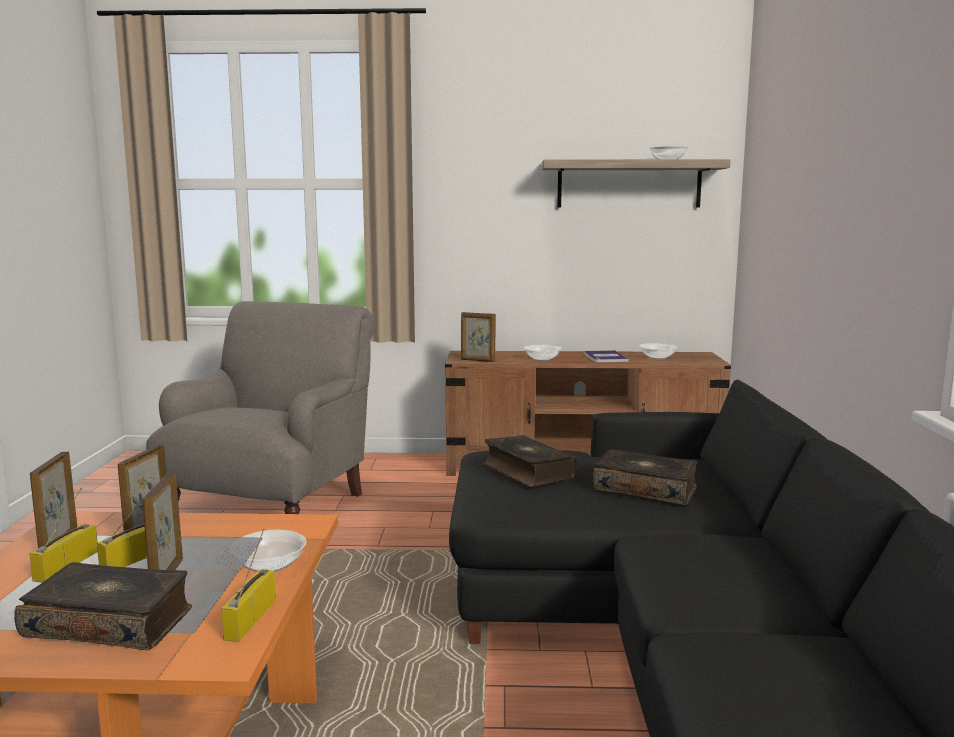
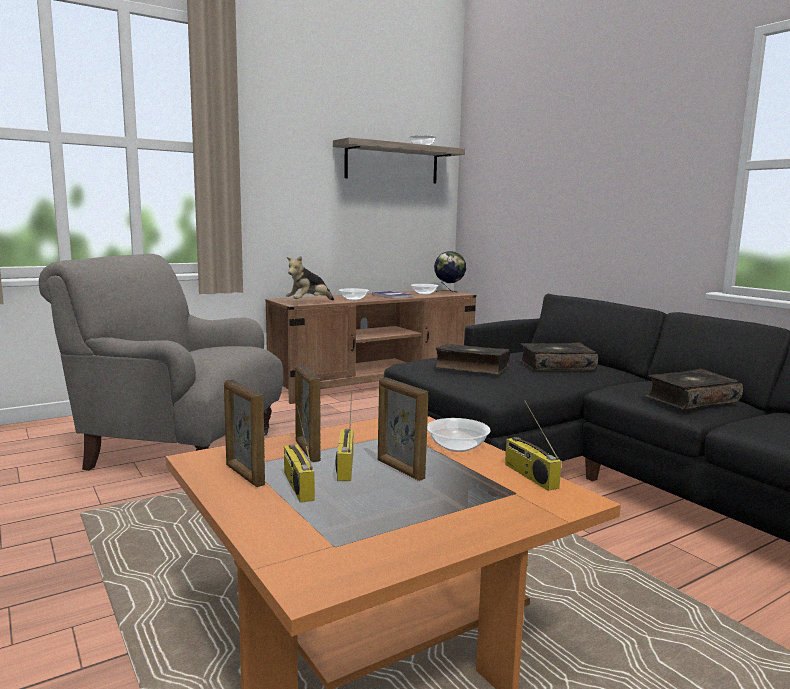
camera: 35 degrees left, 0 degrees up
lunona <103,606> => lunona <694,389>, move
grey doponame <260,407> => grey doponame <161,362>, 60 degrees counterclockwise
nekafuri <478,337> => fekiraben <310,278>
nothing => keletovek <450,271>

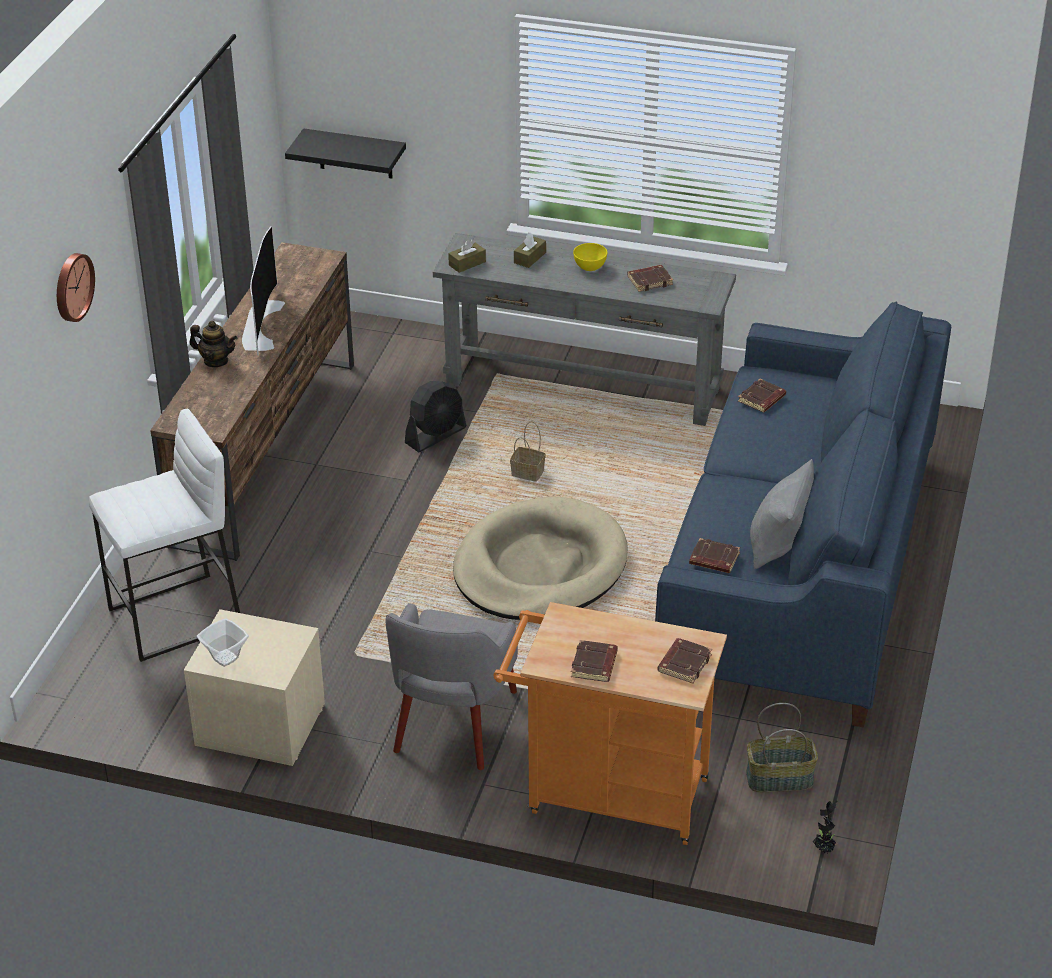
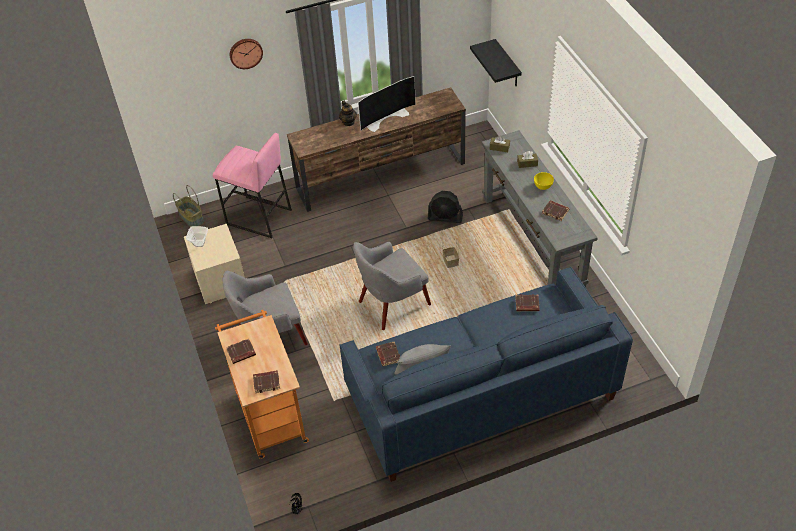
camera: 55 degrees right, 10 degrees up
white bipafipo <164,535> => pink bipafipo <252,185>
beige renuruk <540,558> => grey doponame <392,286>
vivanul <782,747> => vivanul <188,206>, move

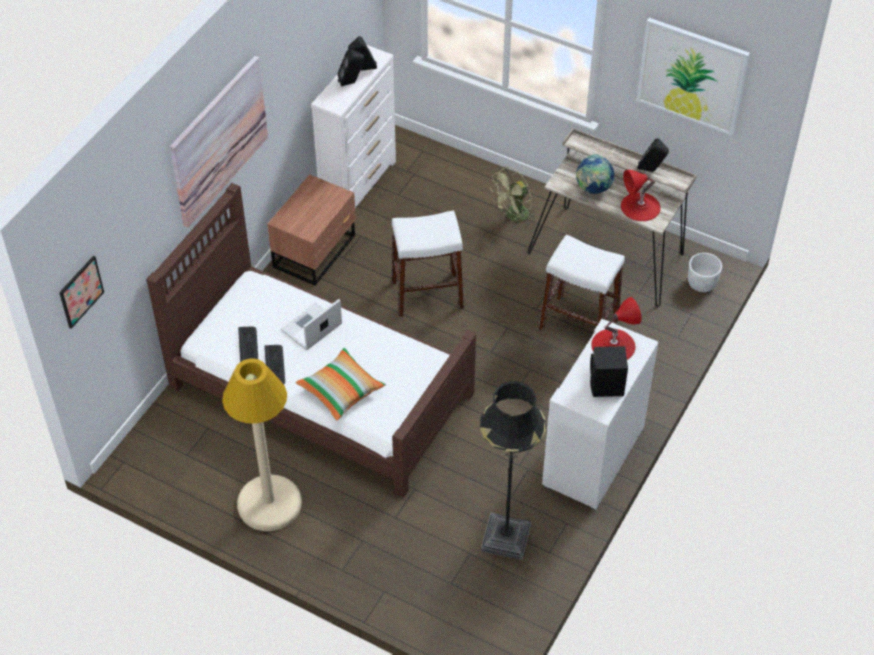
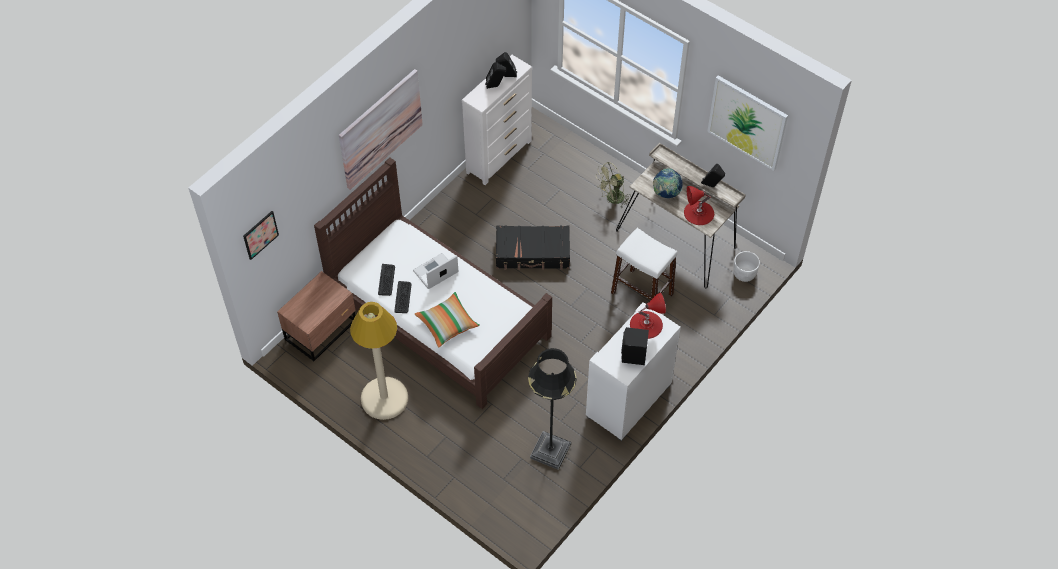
camera: 10 degrees right, 5 degrees up
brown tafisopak <311,230> => brown tafisopak <316,316>, move
white bipafipo <427,263> => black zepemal <533,247>

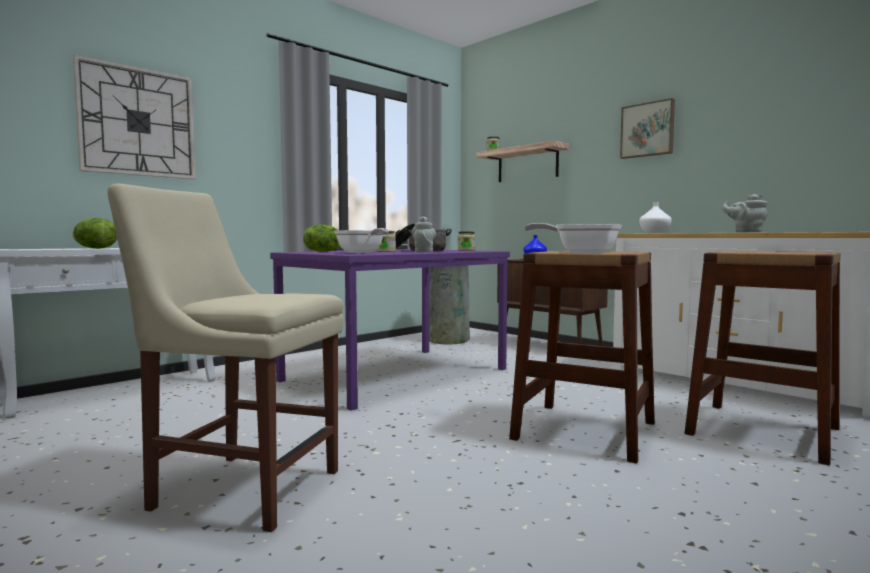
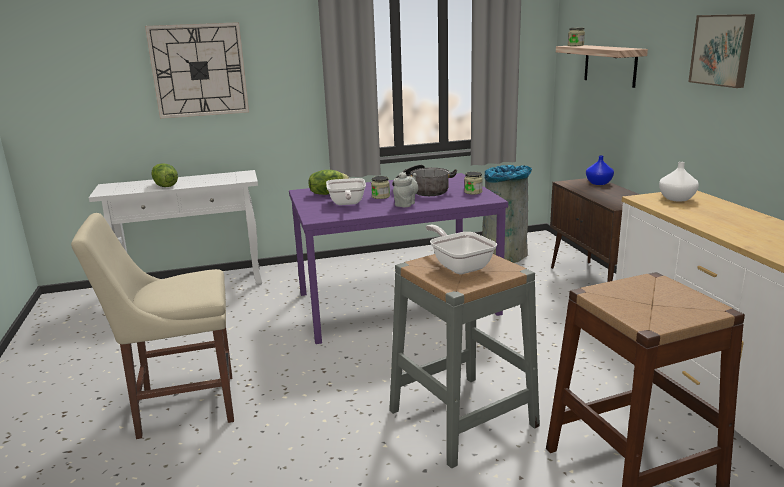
camera: 30 degrees right, 15 degrees up
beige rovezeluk <225,358> => beige rovezeluk <152,326>, 60 degrees counterclockwise
brown bipafipo <582,357> => grey bipafipo <464,361>
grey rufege <745,213> => nothing

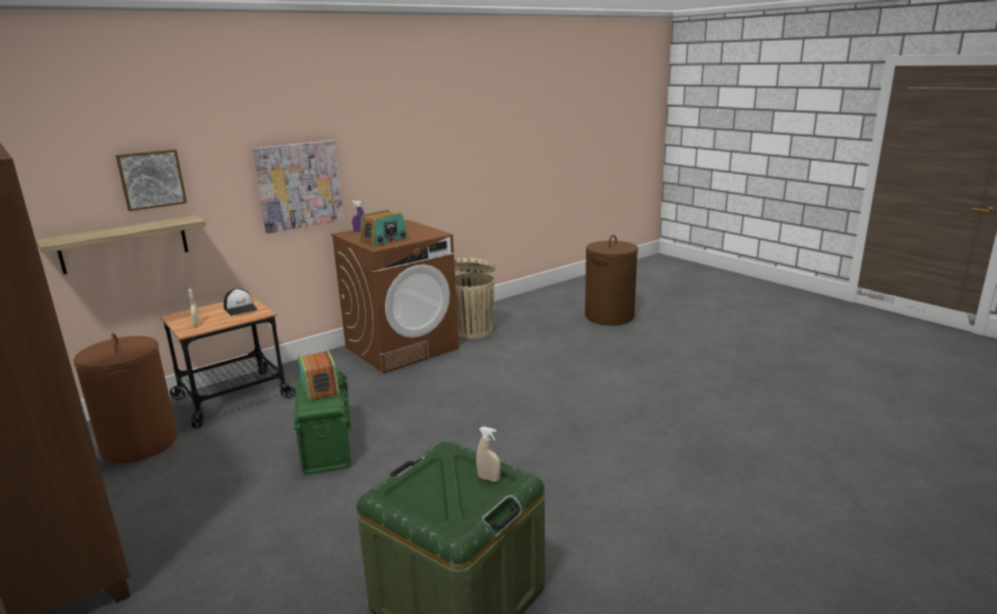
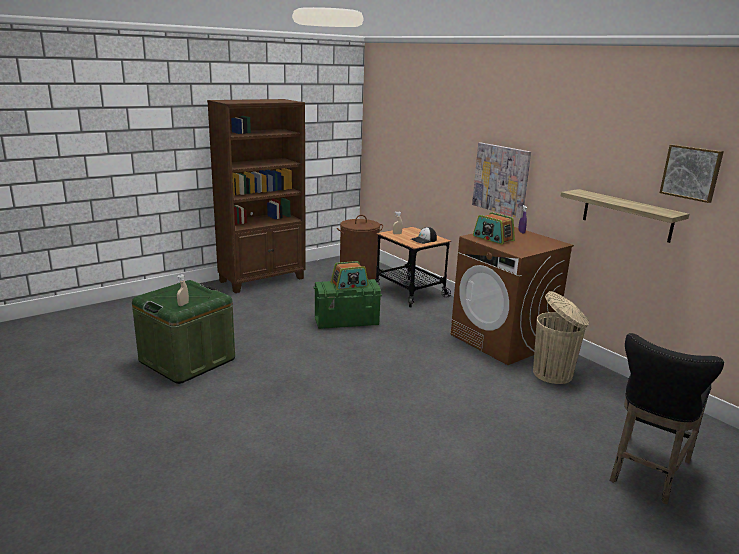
camera: 90 degrees right, 0 degrees up
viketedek <121,244> => viketedek <625,216>, move
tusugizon <151,180> => tusugizon <692,173>, move
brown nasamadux <611,280> => black bipafipo <667,418>

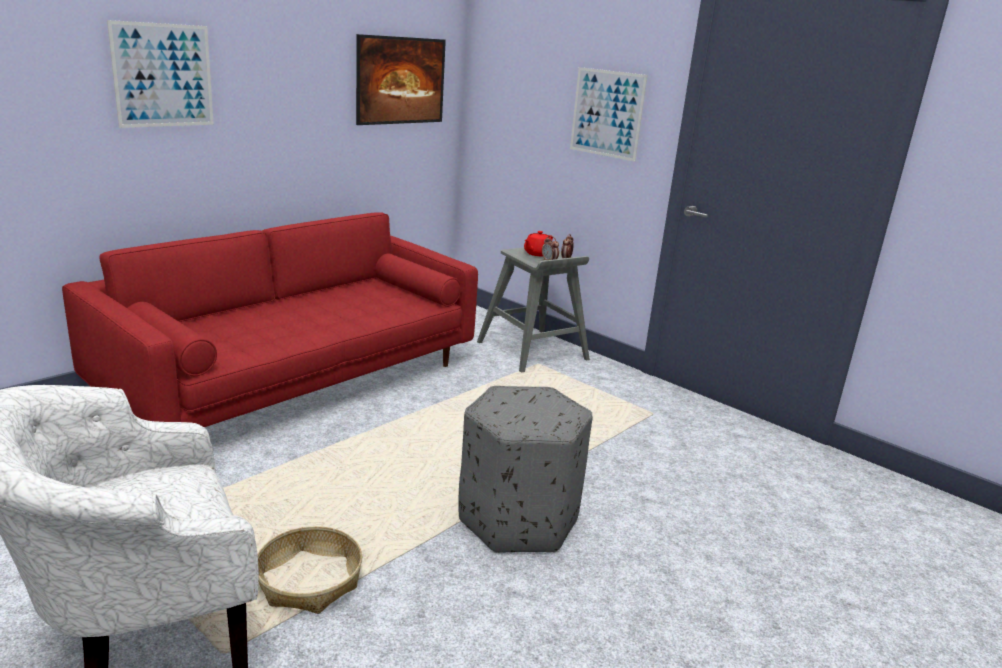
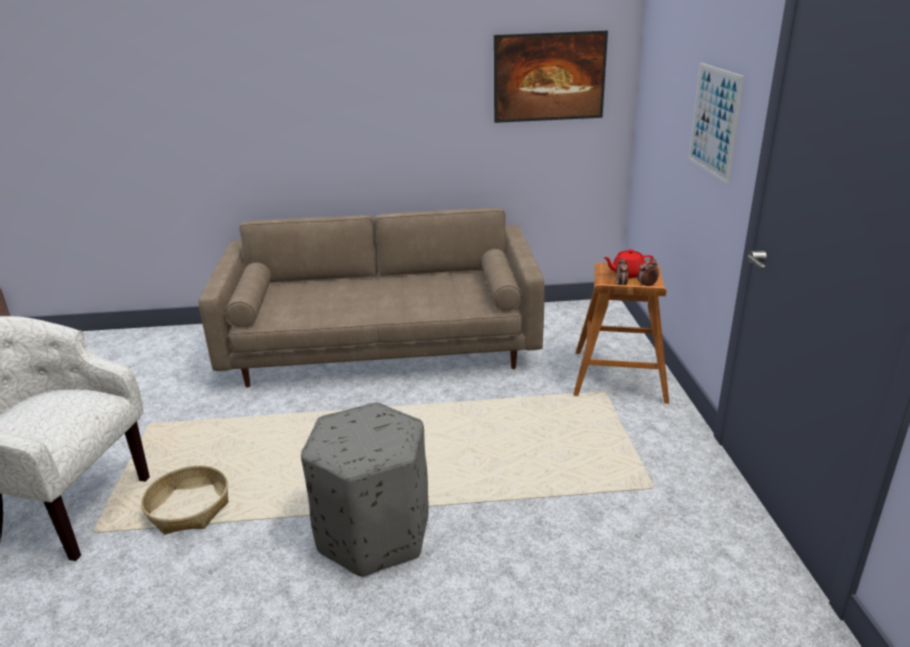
camera: 45 degrees right, 5 degrees up
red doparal <270,319> => beige doparal <371,297>
tusugizon <160,74> => nothing
grey bipafipo <533,310> => brown bipafipo <621,333>

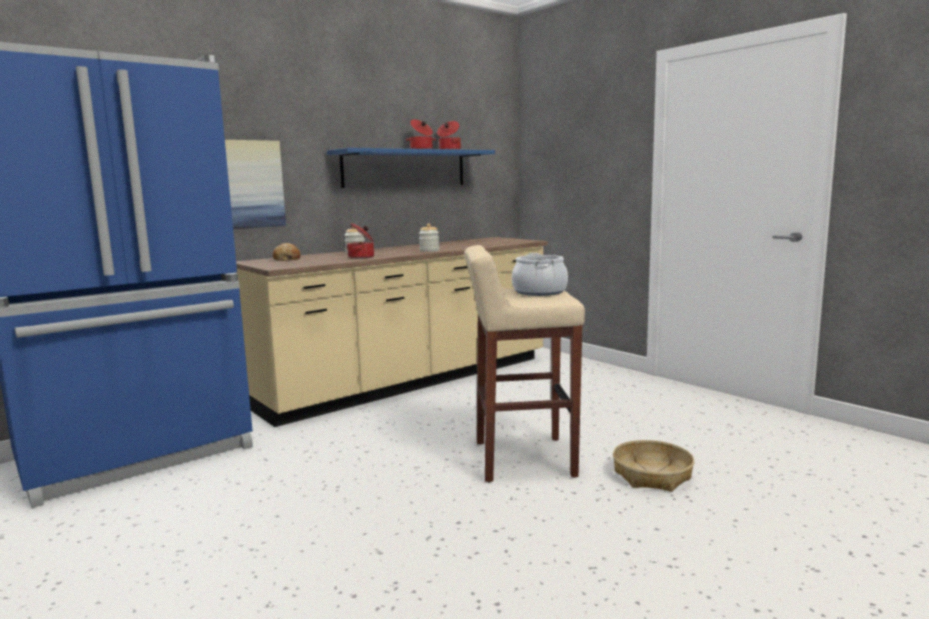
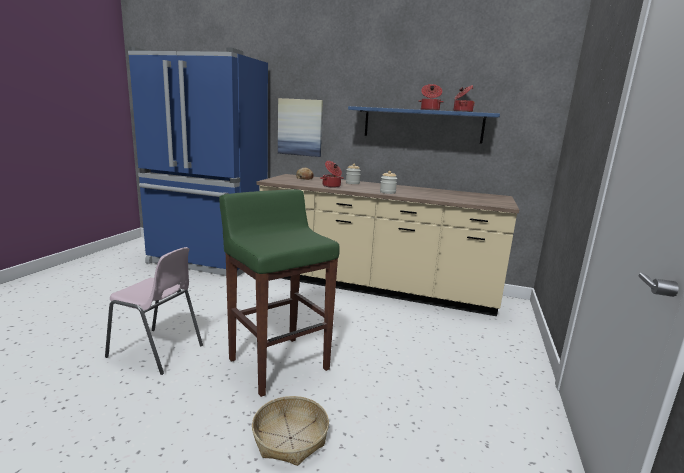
camera: 55 degrees right, 5 degrees up
beige bipafipo <524,363> => green bipafipo <279,293>
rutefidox <540,274> => nothing
nothing => pink rovezeluk <154,311>

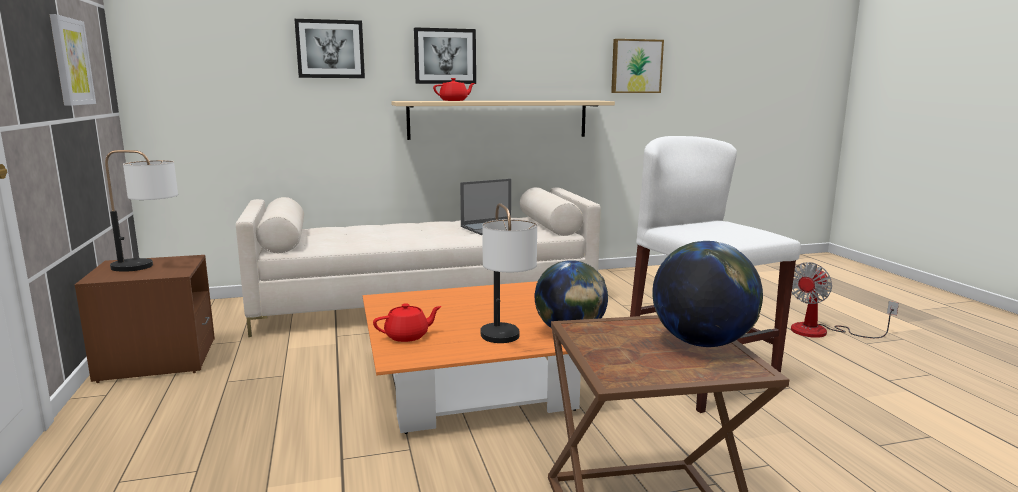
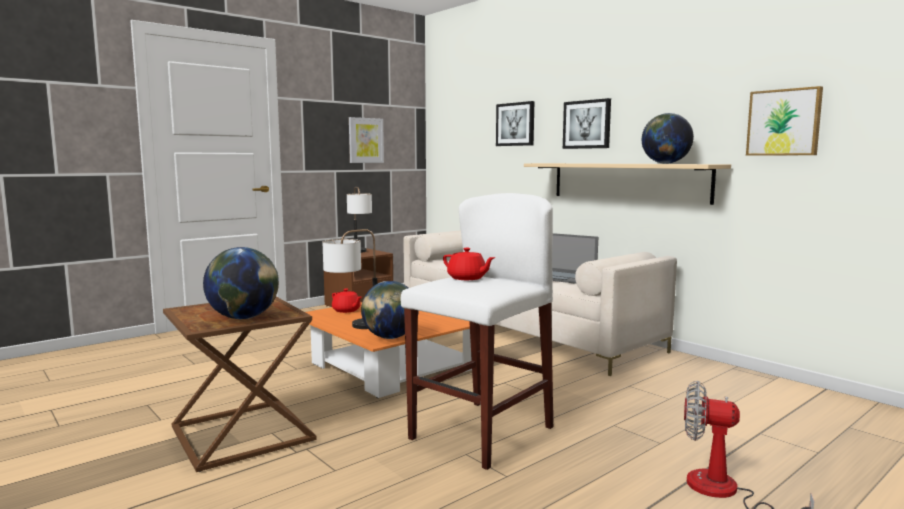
camera: 65 degrees right, 5 degrees down
red rufege <454,89> => red rufege <469,264>, move
nothing => keletovek <668,138>

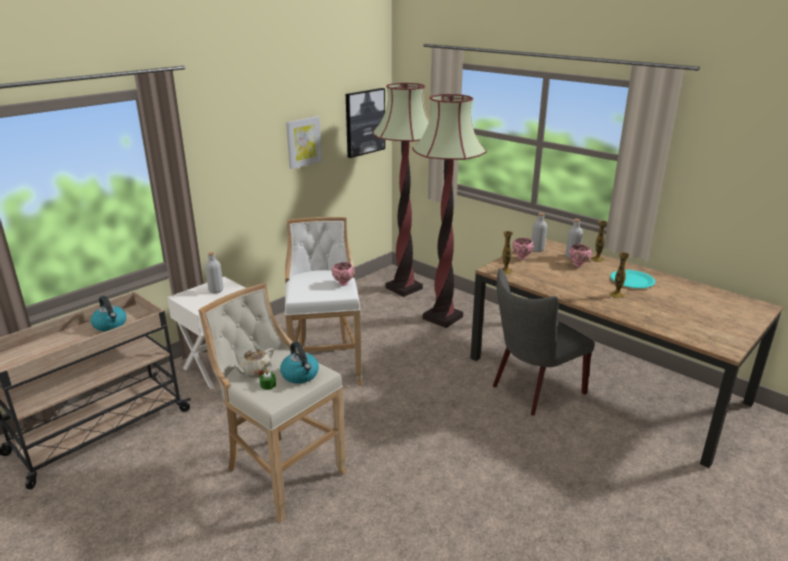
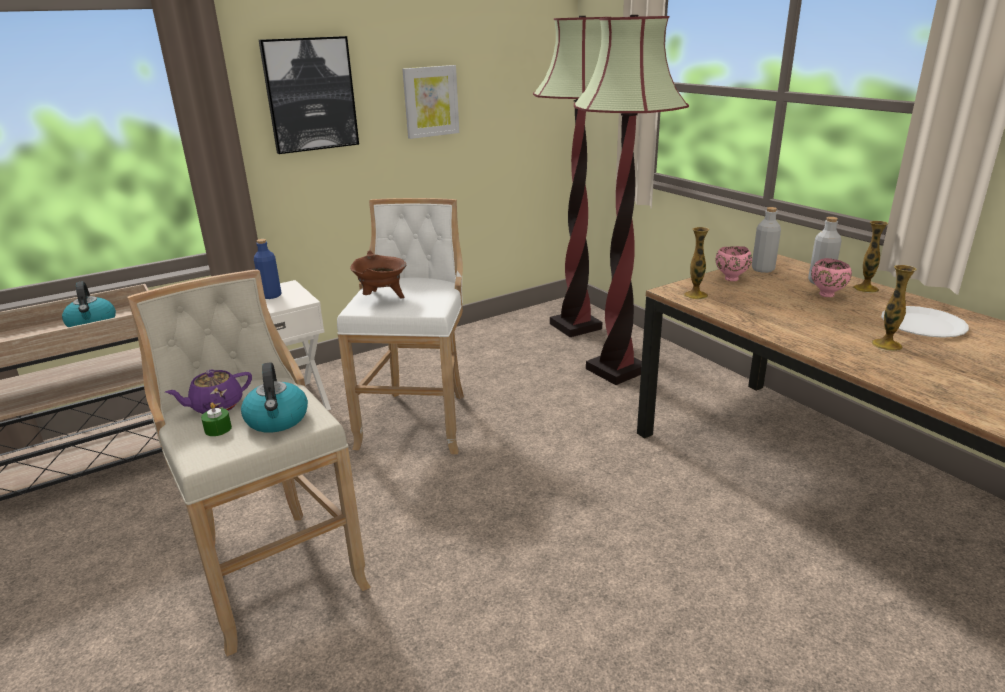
camera: 15 degrees right, 0 degrees up
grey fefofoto <214,272> => blue fefofoto <267,269>
beige rufege <253,363> => purple rufege <208,392>
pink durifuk <343,274> => nothing
tusugizon <365,123> => tusugizon <309,95>, move
grey rovezeluk <544,342> => nothing
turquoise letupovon <632,279> => white letupovon <925,322>
nothing => brown rutefidox <378,274>

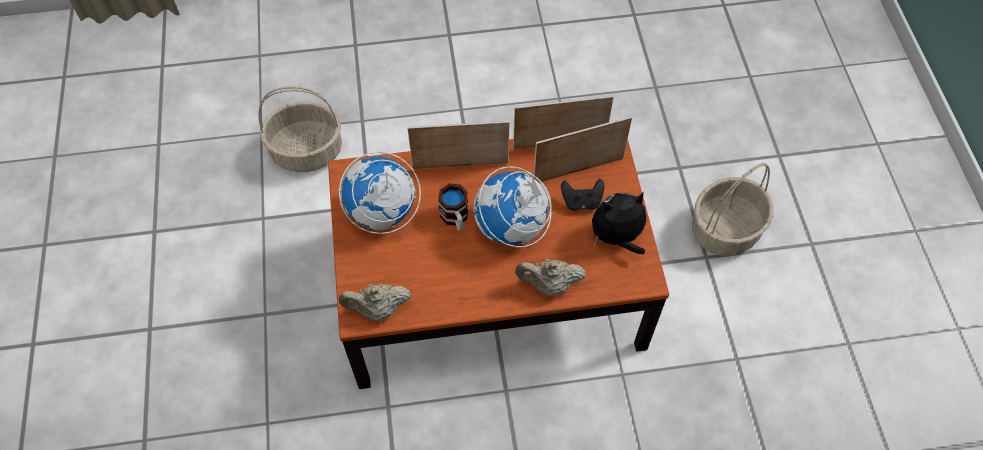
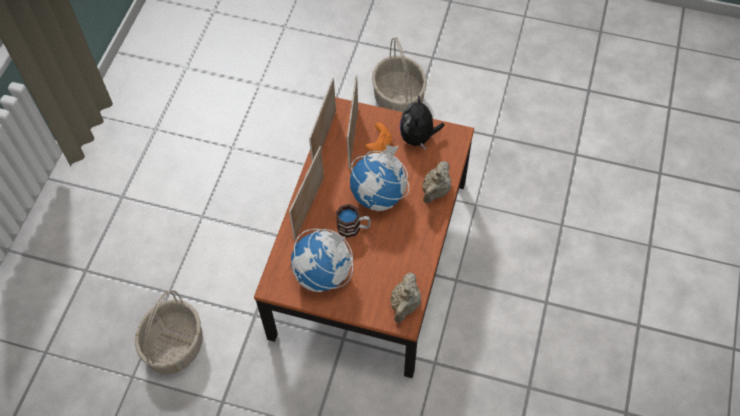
camera: 65 degrees left, 0 degrees up
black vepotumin <582,195> => orange vepotumin <379,138>

